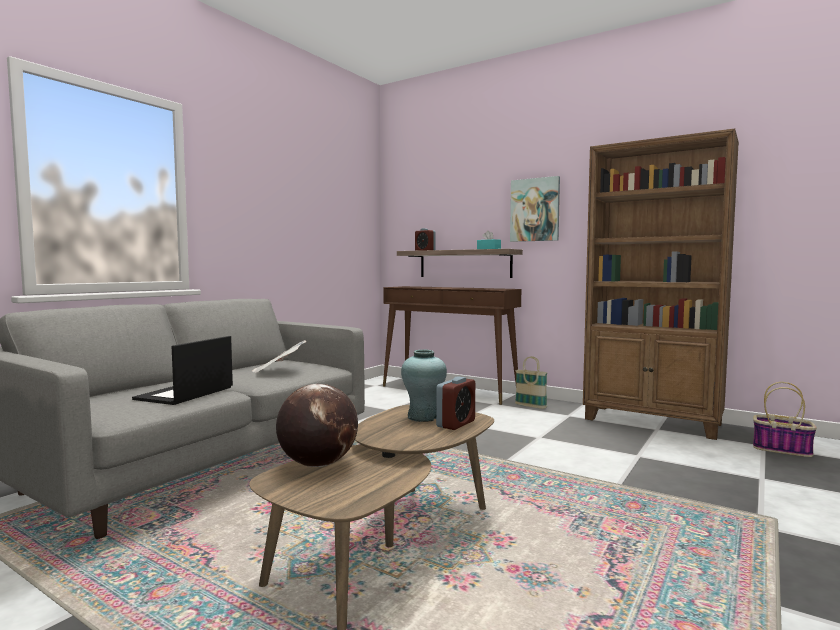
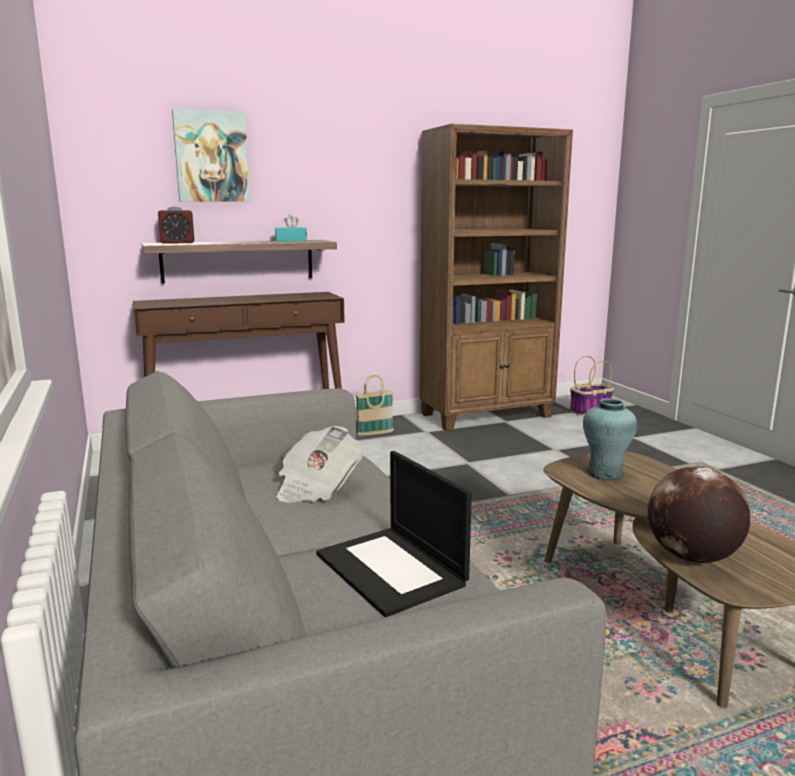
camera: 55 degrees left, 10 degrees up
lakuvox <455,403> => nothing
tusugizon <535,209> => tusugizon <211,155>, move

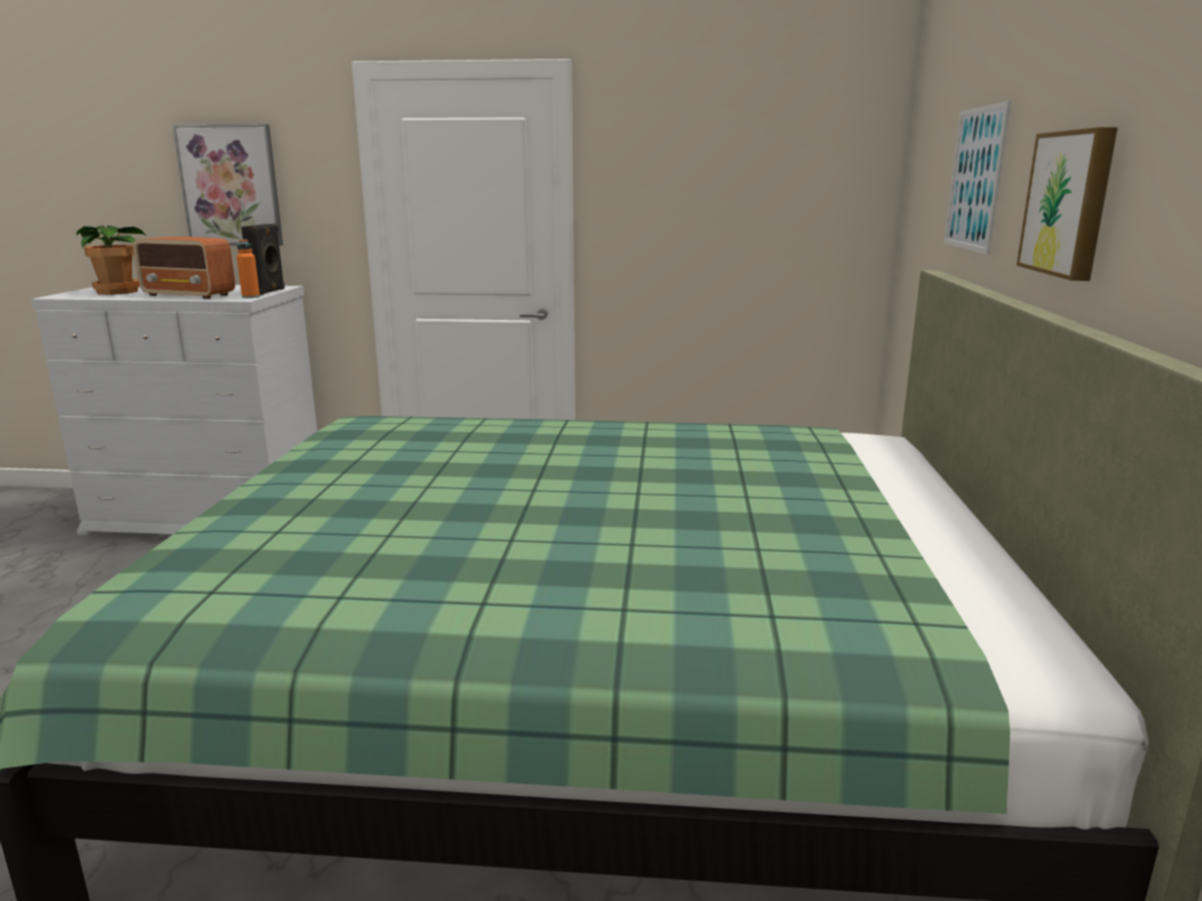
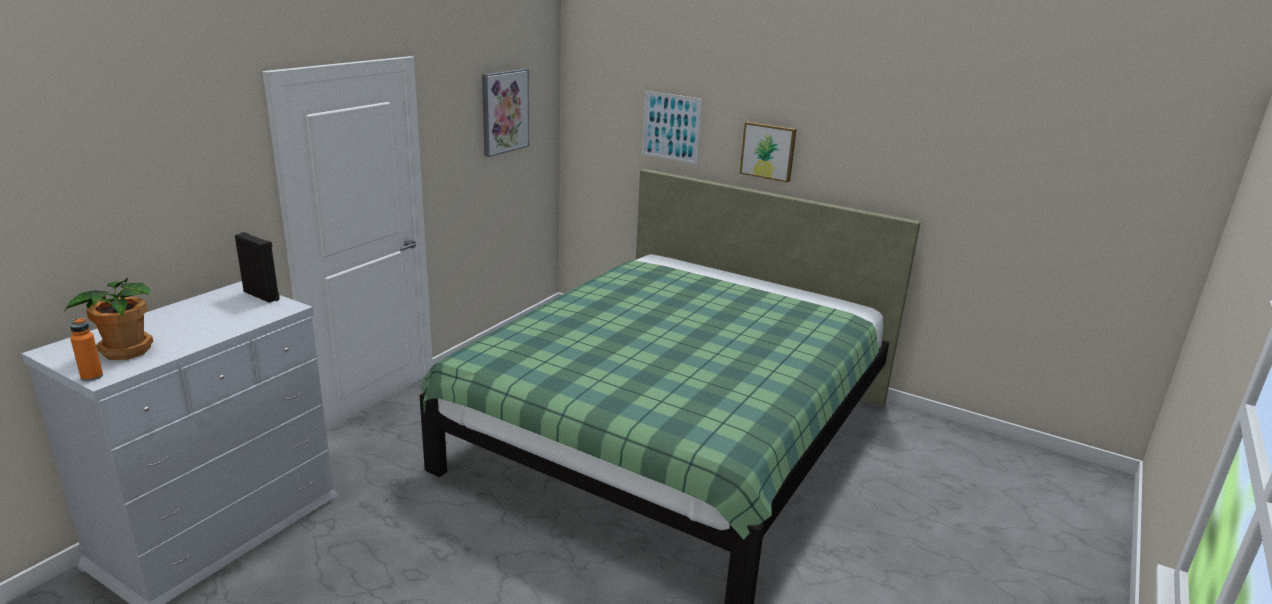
camera: 65 degrees left, 5 degrees up
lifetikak <184,268> => nothing
tusugizon <227,185> => tusugizon <505,112>, move
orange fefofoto <248,268> => orange fefofoto <86,349>, move

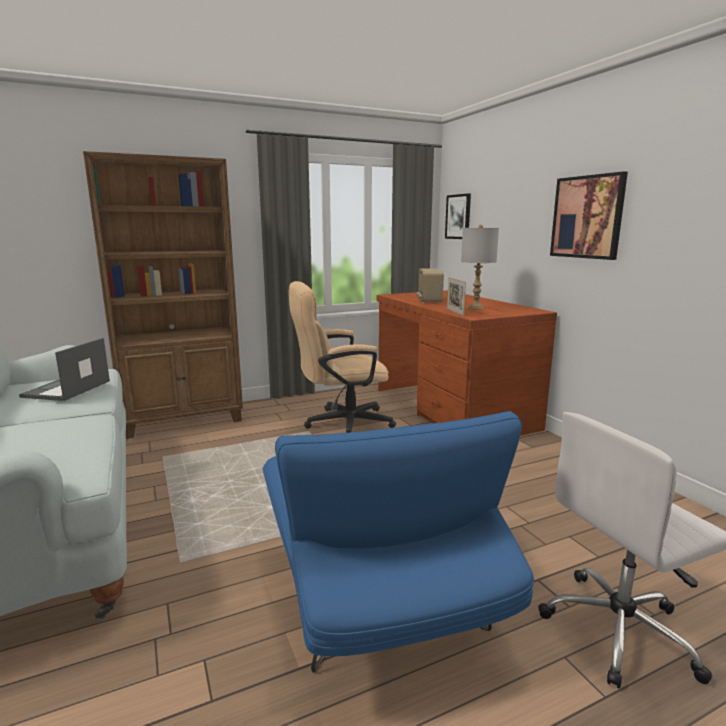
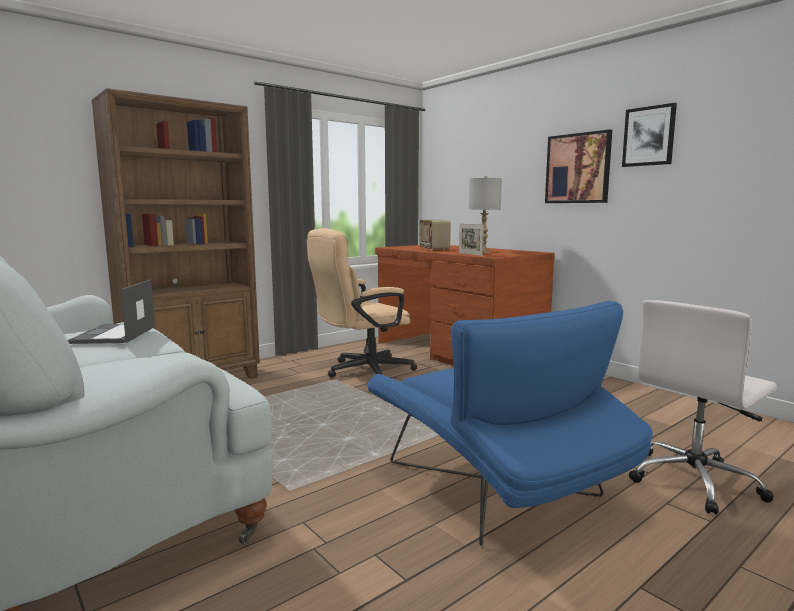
camera: 15 degrees left, 5 degrees down
tusugizon <458,216> => tusugizon <649,135>, move

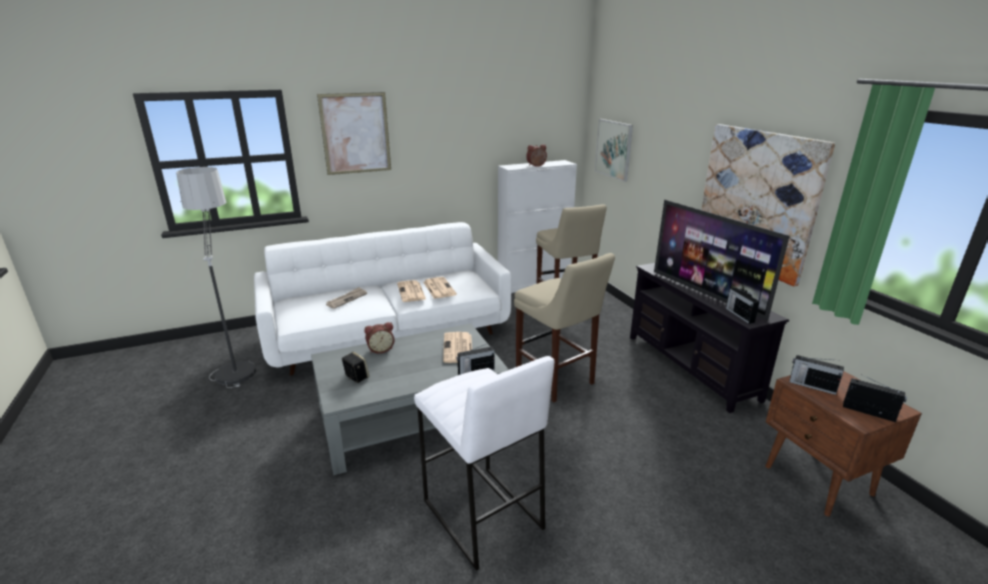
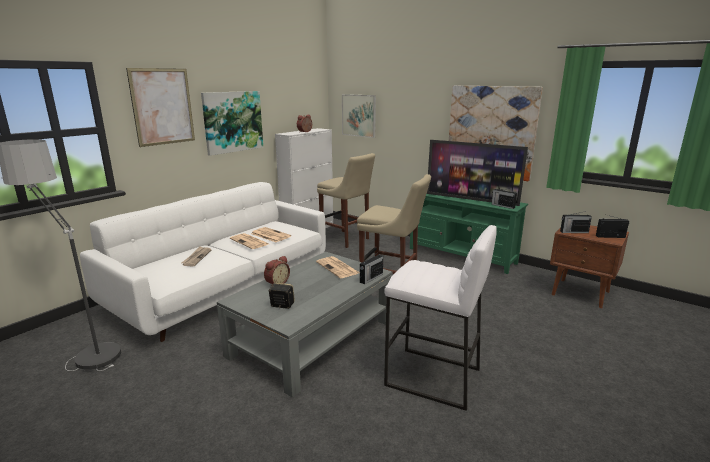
camera: 30 degrees left, 5 degrees down
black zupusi <709,338> => green zupusi <469,234>
nothing => tusugizon <232,123>

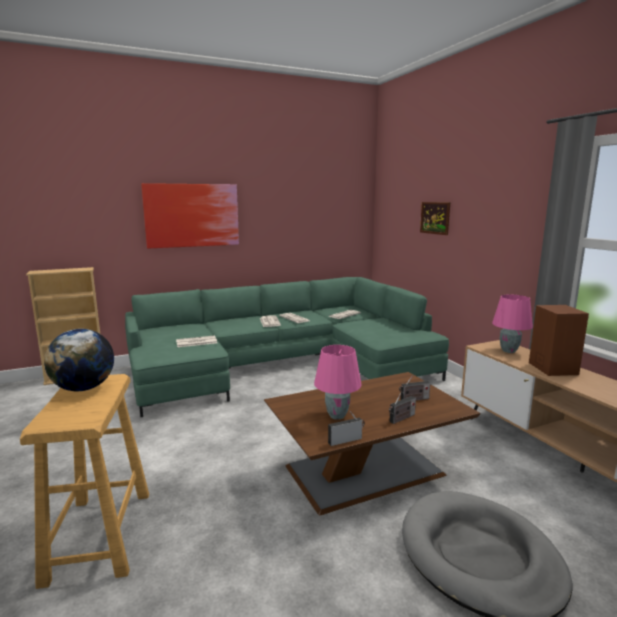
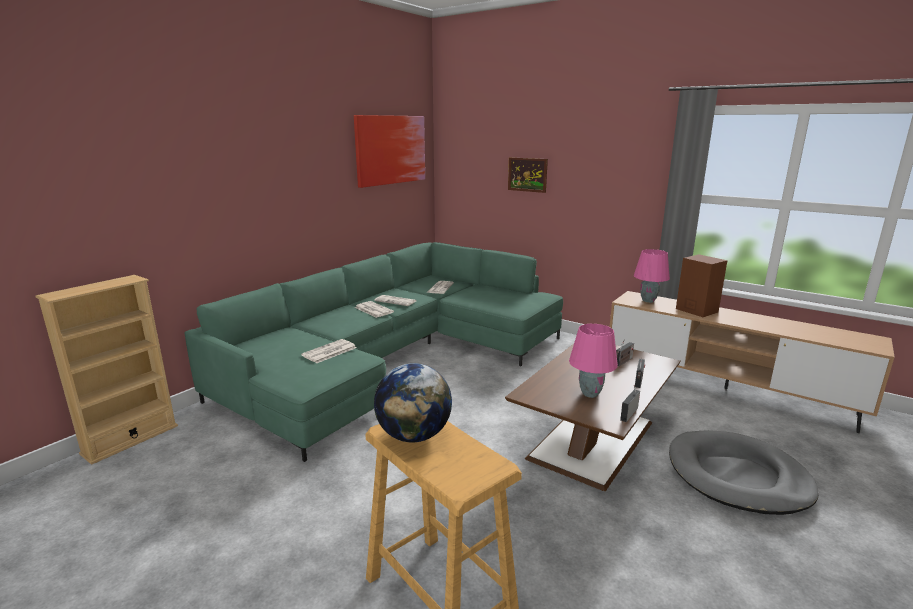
camera: 30 degrees left, 5 degrees up
tusugizon <190,216> => tusugizon <389,151>, move

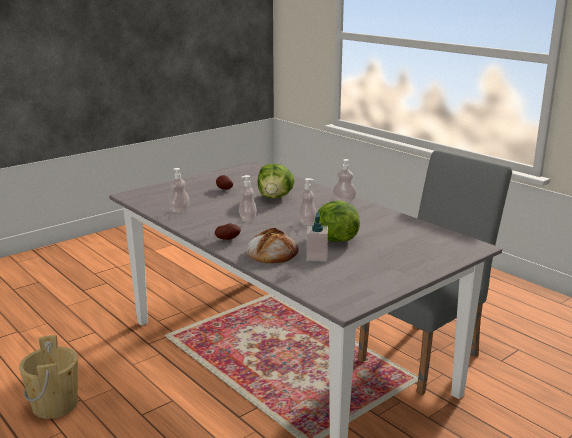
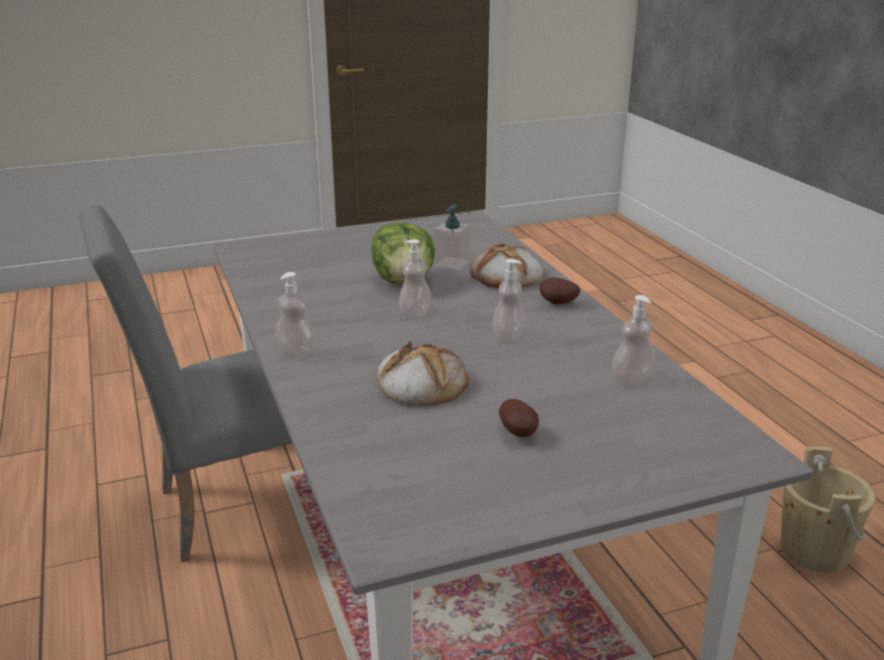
camera: 160 degrees left, 5 degrees up
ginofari <276,181> => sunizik <423,373>

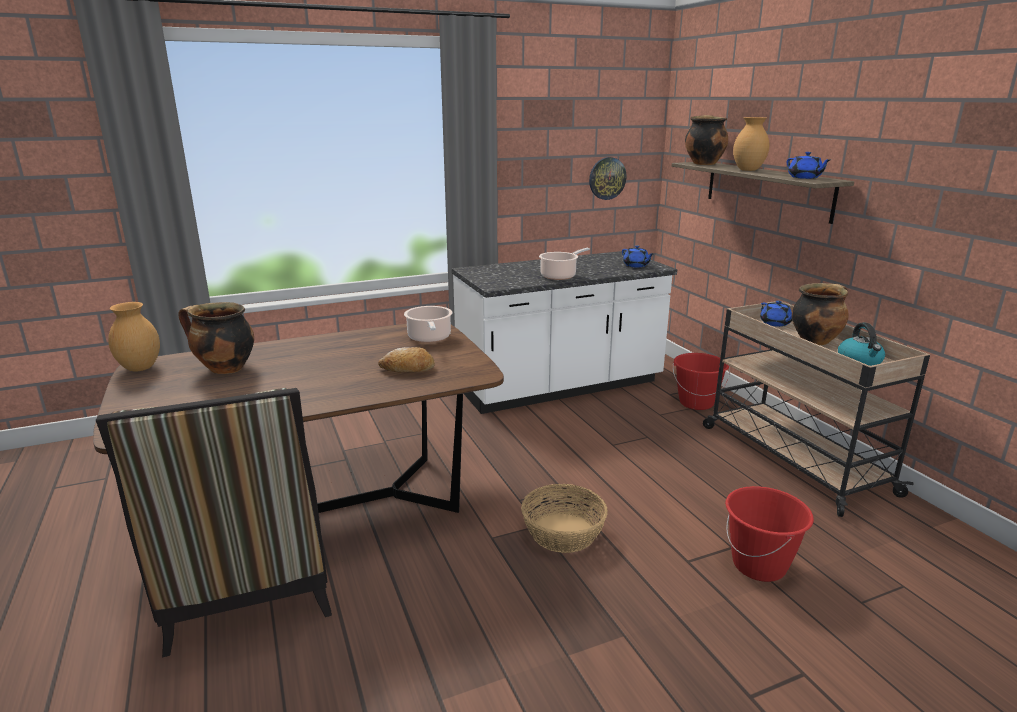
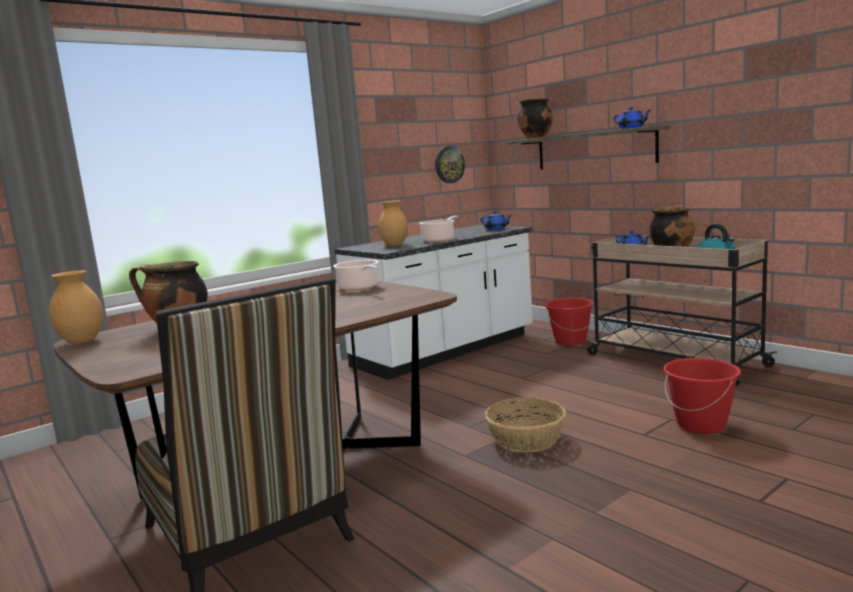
camera: 15 degrees left, 10 degrees down
sunizik <406,360> => nothing
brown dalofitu <751,144> => brown dalofitu <393,223>, move

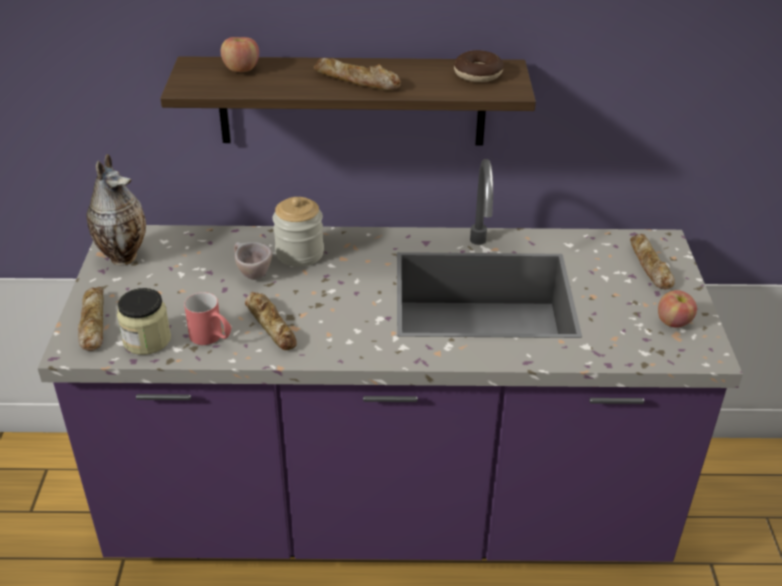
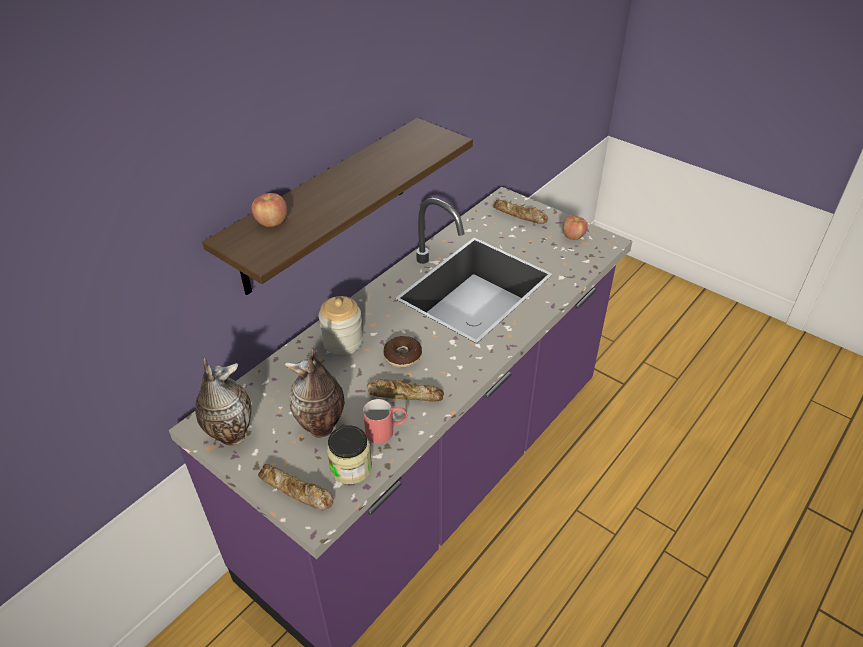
camera: 50 degrees left, 5 degrees up
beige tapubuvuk <253,261> => nothing
sunizik <357,74> => nothing
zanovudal <479,66> => zanovudal <402,352>, move
nothing => dalofitu <314,393>

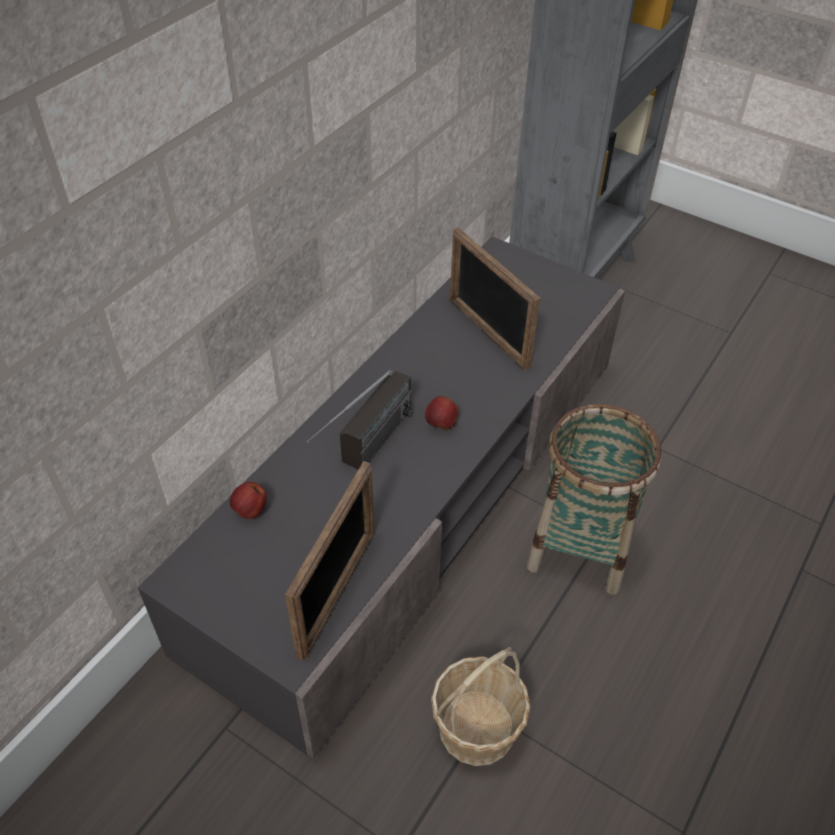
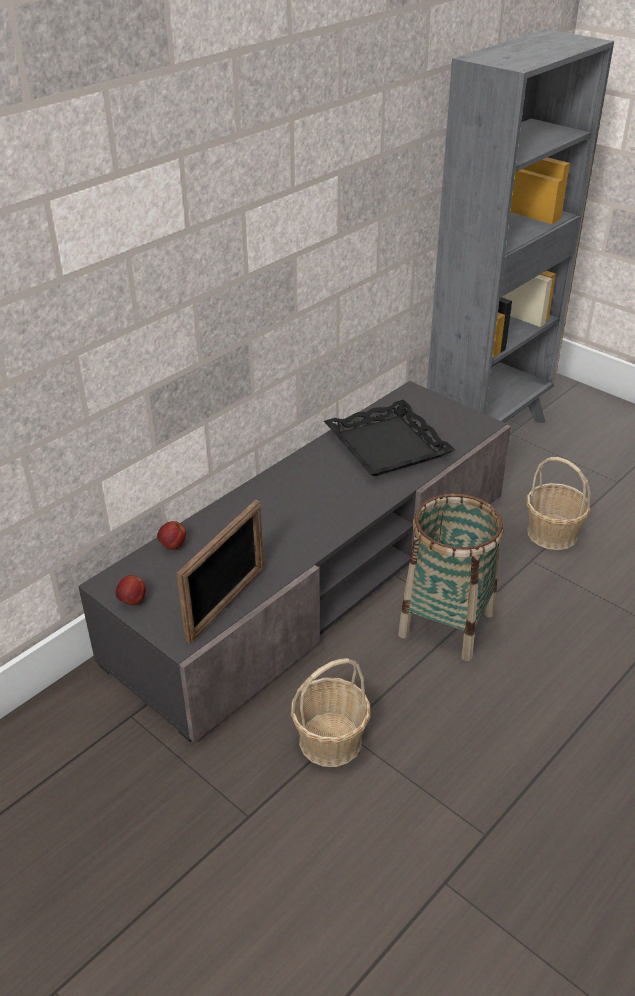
camera: 10 degrees right, 10 degrees down
lifetikak <359,420> => nothing
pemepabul <441,412> => pemepabul <131,590>, move
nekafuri <495,298> => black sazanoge <389,438>
nothing => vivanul <558,503>

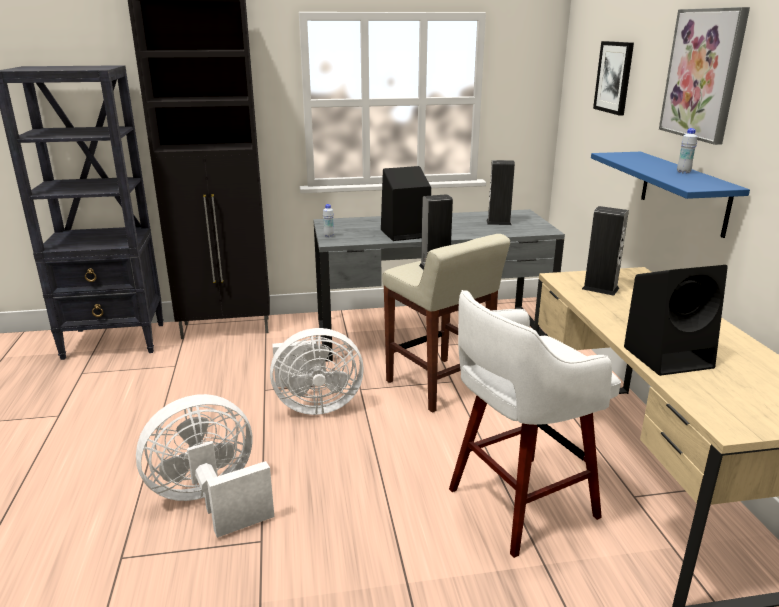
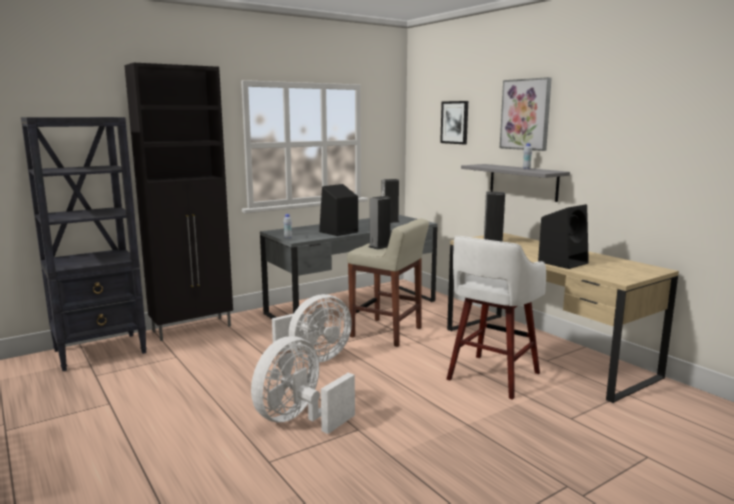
camera: 25 degrees left, 10 degrees down
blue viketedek <670,195> => grey viketedek <515,183>

